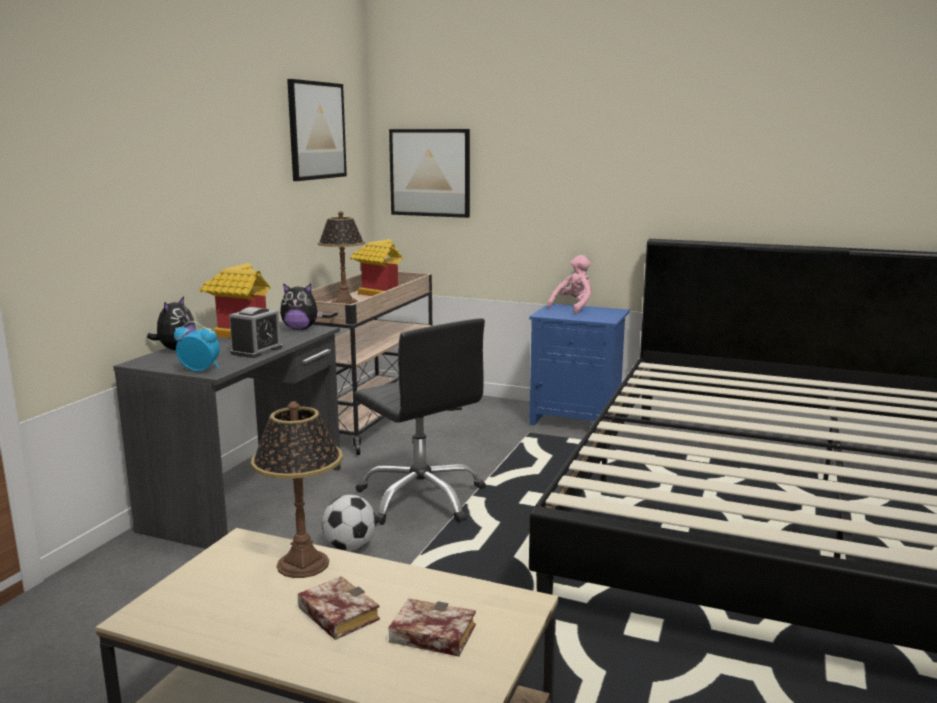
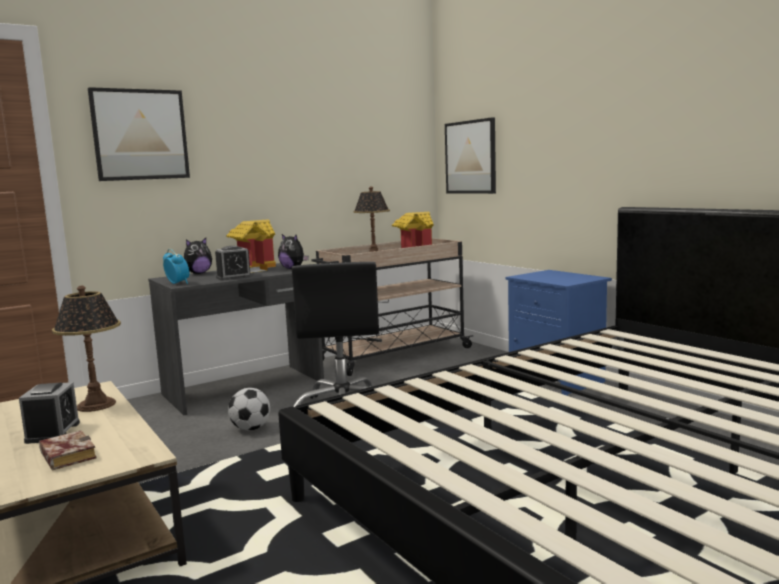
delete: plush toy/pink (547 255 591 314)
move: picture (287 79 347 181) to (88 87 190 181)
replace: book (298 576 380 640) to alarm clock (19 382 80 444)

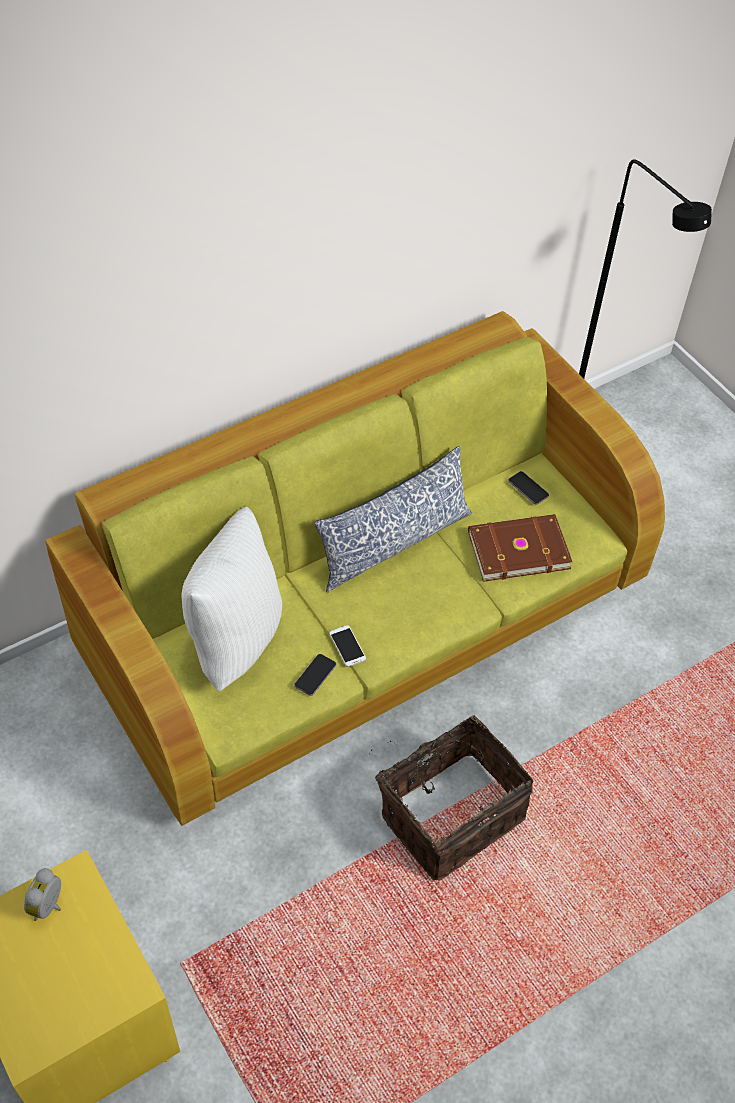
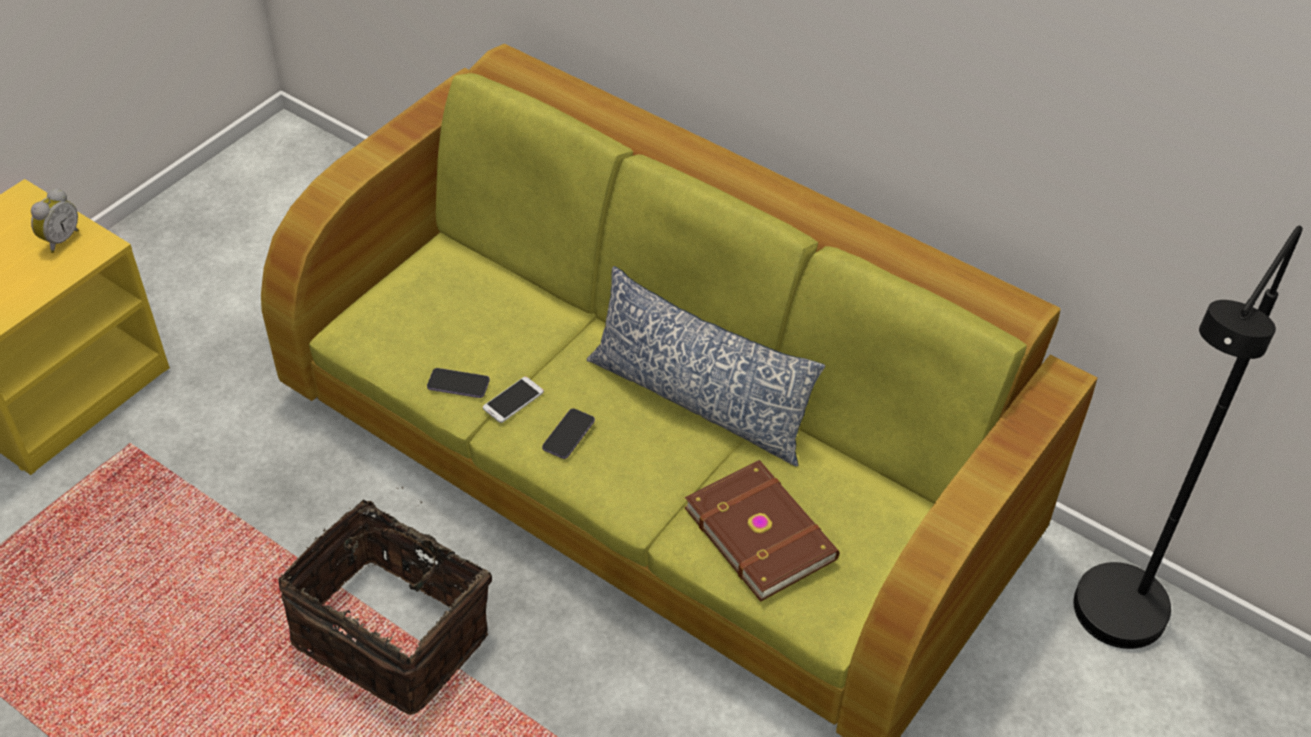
delete: pillow/white (181 506 282 691)
move: phone (508 471 549 504) to (542 408 595 459)
rotate: alarm clock (24 868 61 921) = (31 188 79 253) 120 degrees clockwise

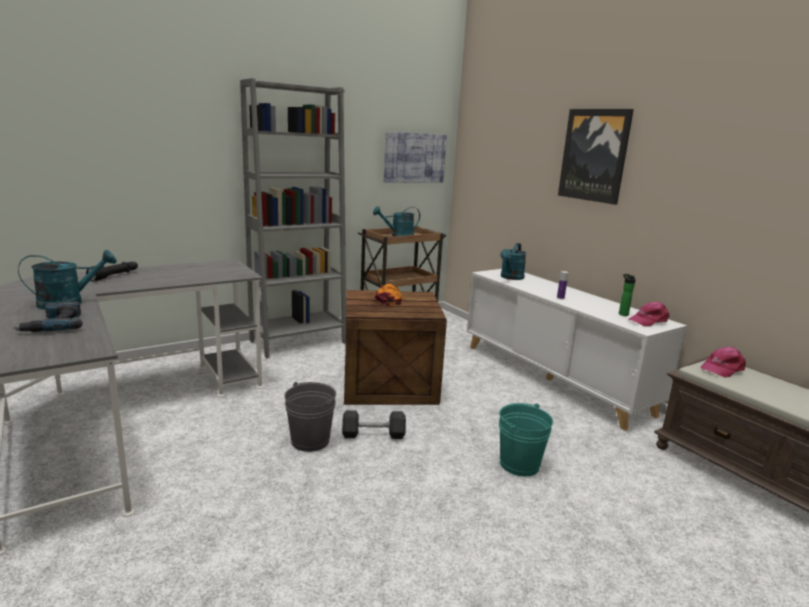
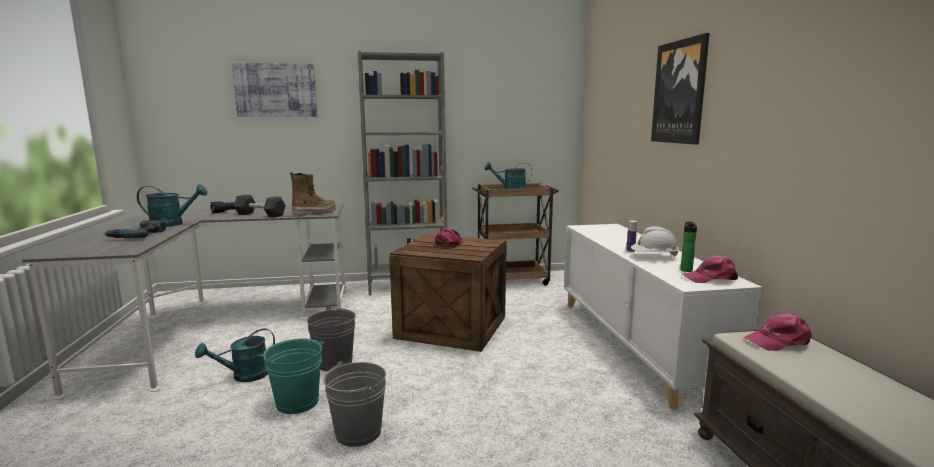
insert: boot (290 172 336 216); bucket/grey (323 361 386 447); hard hat/white (631 226 679 257)
move: dumbbell/black (342 410 406 439) to (234 195 286 217); picture (384 131 447 183) to (232 63 317 117); bucket/turquoise (499 403 553 477) to (259 338 324 414); watering can/turquoise (500 243 527 280) to (195 328 275 382)
recolor: cap/orange (374 284 403 306) to cap/pink (435 228 464 248)

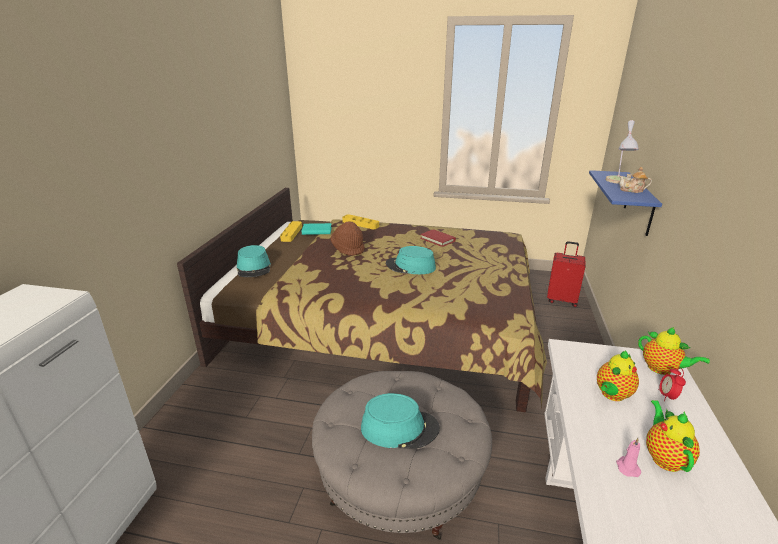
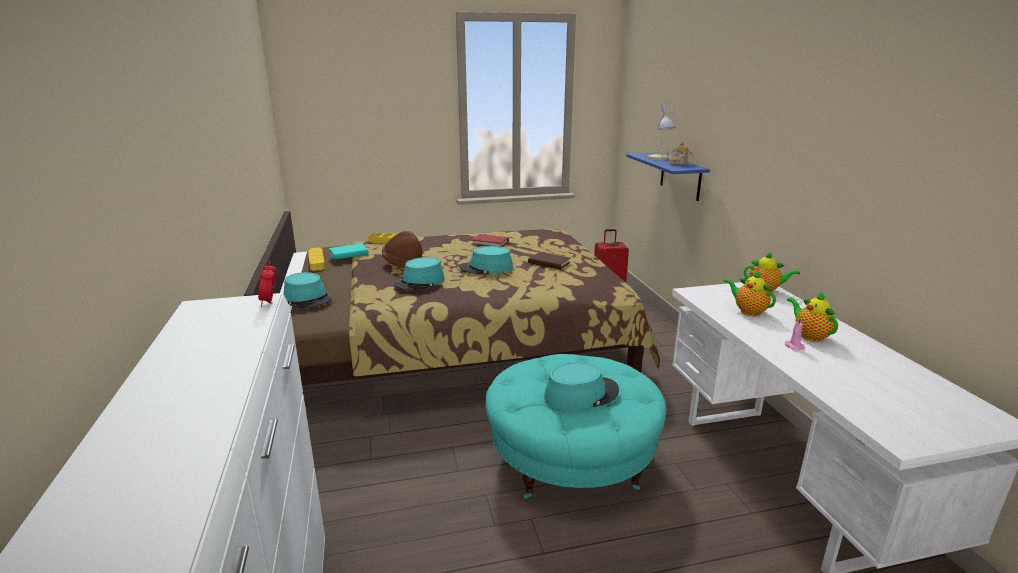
insert: hat/turquoise (394 257 445 290); book/brown (528 252 570 269)
move: alarm clock (658 367 686 402) to (258 260 277 307)
recolor: ottoman/grey (312 371 492 540) to ottoman/turquoise (485 354 666 499)
rotate: teapot (597 351 639 401) = (723 271 776 316) 120 degrees clockwise

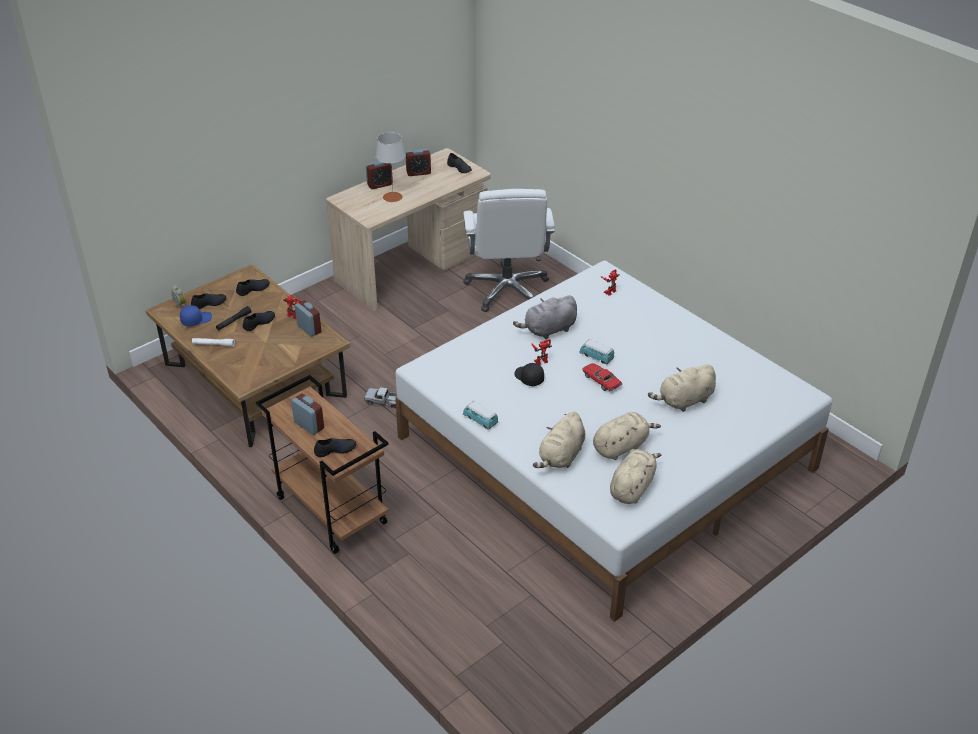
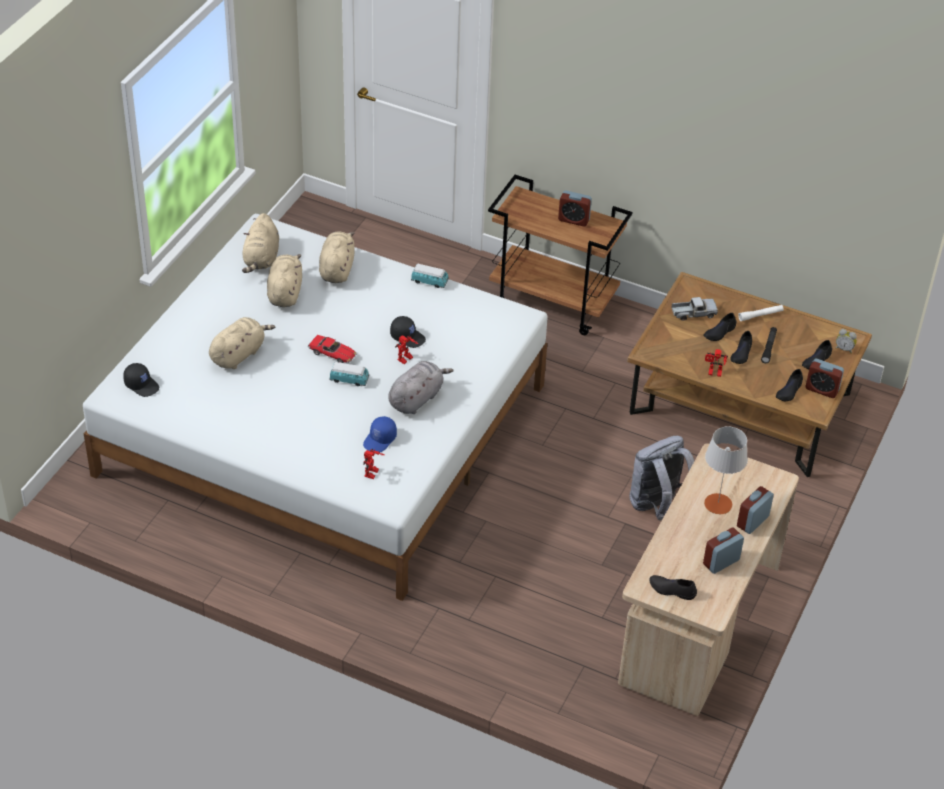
delete: office chair/white (463 189 555 312)
insert: cap/black (123 363 159 397); backpack/grey (630 436 694 521)
move: cap/blue (180 305 212 326) to (363 416 397 452); alarm clock (295 300 321 337) to (805 359 844 398); shoe/black (314 438 356 457) to (703 313 736 341); toy truck (364 387 397 408) to (671 297 718 321)
rotate: plush toy/beige (593 412 661 460) = (267 254 302 307) 150 degrees clockwise

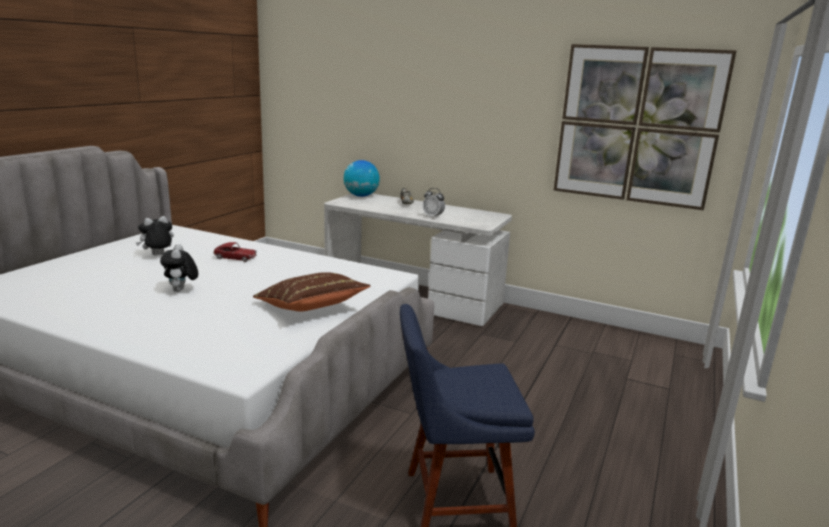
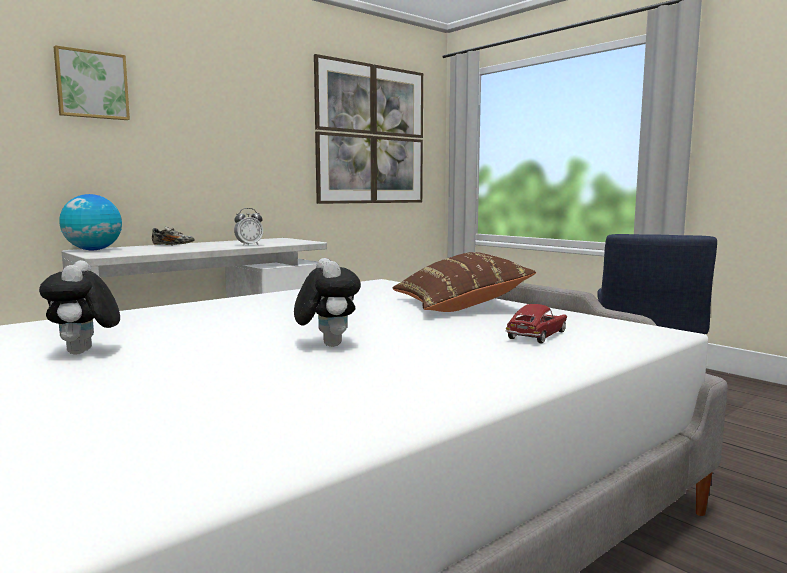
insert: picture (54 45 130 120)
move: toy car (213 242 257 262) to (505 304 567 344)
rotate: plush toy (160 244 198 292) = (294 258 361 347) 120 degrees counterclockwise

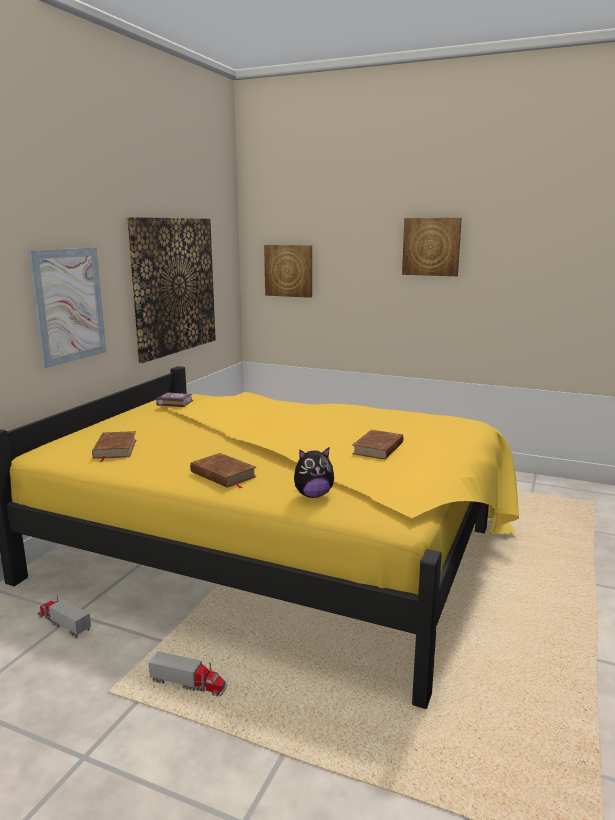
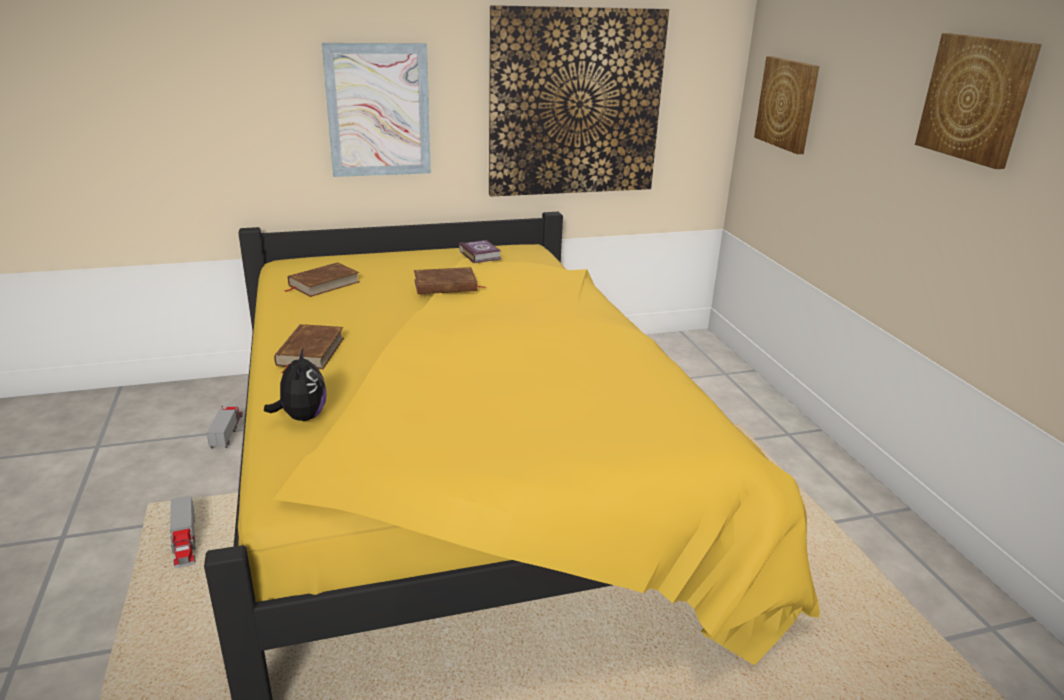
move: book/brown (352 430 403 460) to (414 267 486 294)
rotate: plush toy (294 447 334 498) = (264 349 327 421) 135 degrees counterclockwise

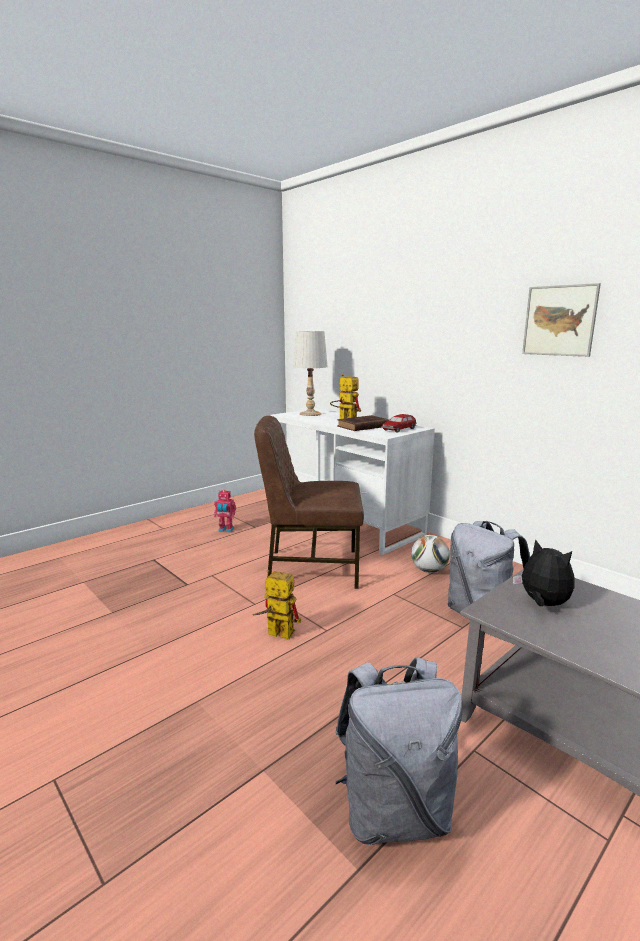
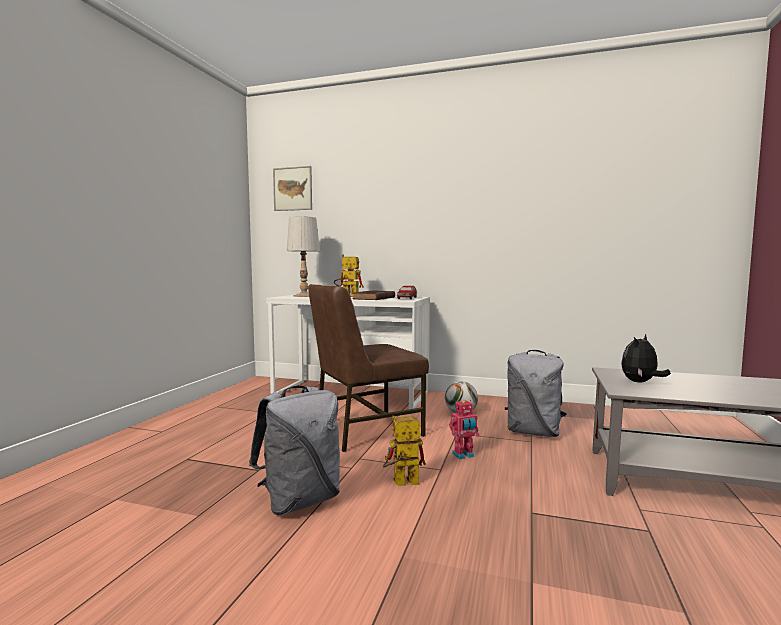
move: toy robot (214 490 236 533) to (449 400 480 459); backpack/grey (335 657 462 845) to (249 385 340 515); picture (522 283 601 357) to (273 166 312 211)
rotate: plush toy (513 539 575 606) = (621 334 671 382) 60 degrees counterclockwise

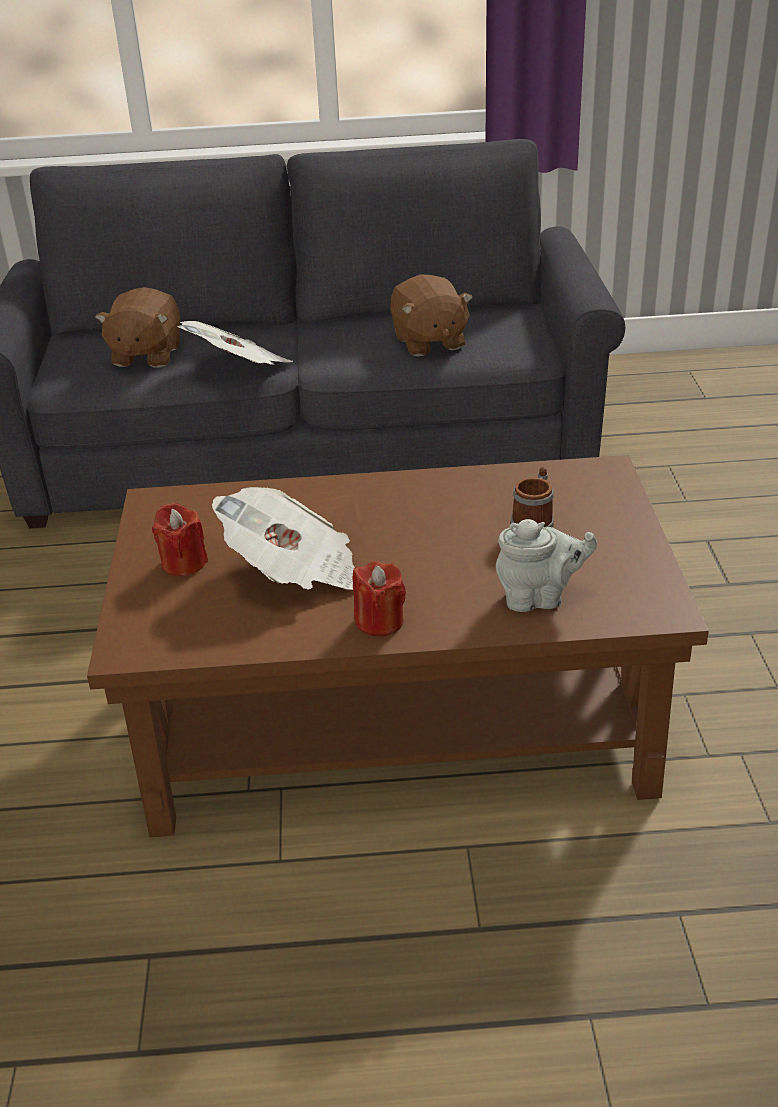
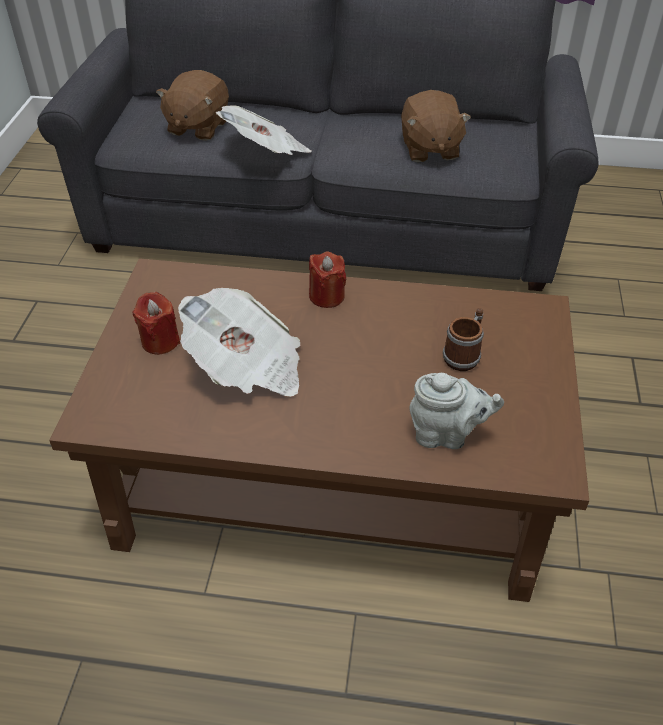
move: candle/red (353 561 406 637) to (309 251 346 308)

